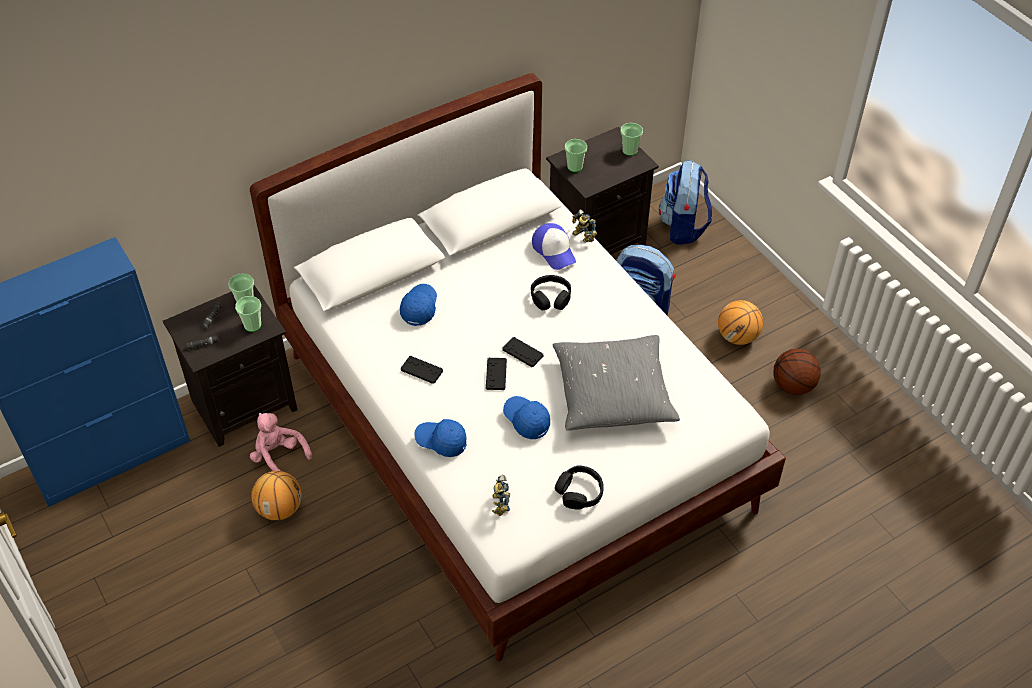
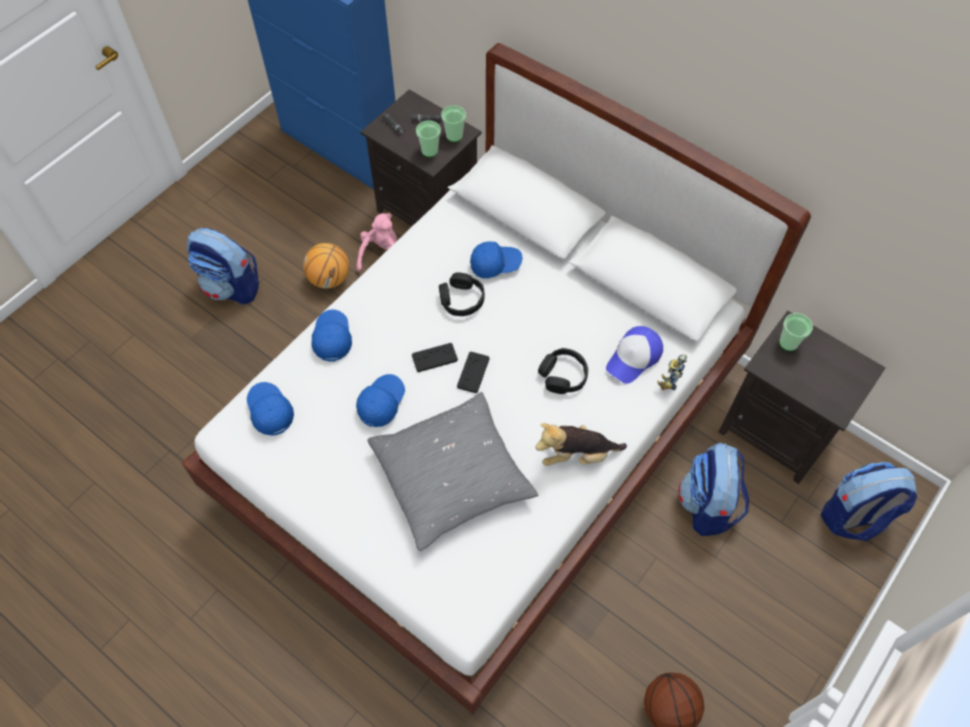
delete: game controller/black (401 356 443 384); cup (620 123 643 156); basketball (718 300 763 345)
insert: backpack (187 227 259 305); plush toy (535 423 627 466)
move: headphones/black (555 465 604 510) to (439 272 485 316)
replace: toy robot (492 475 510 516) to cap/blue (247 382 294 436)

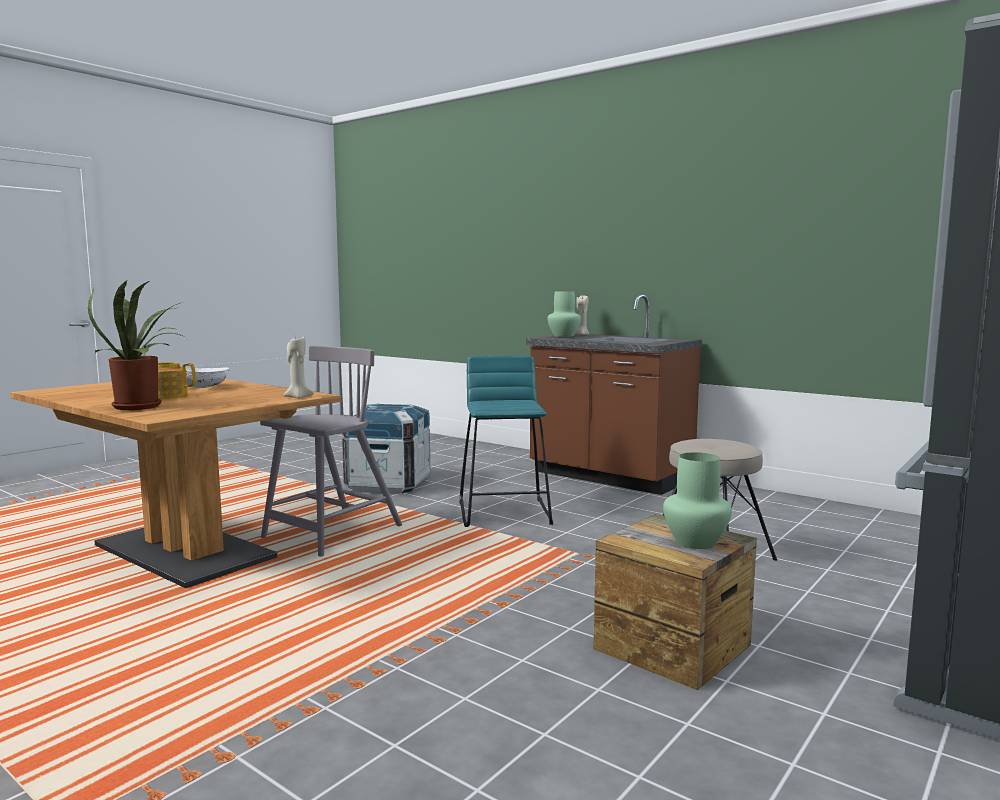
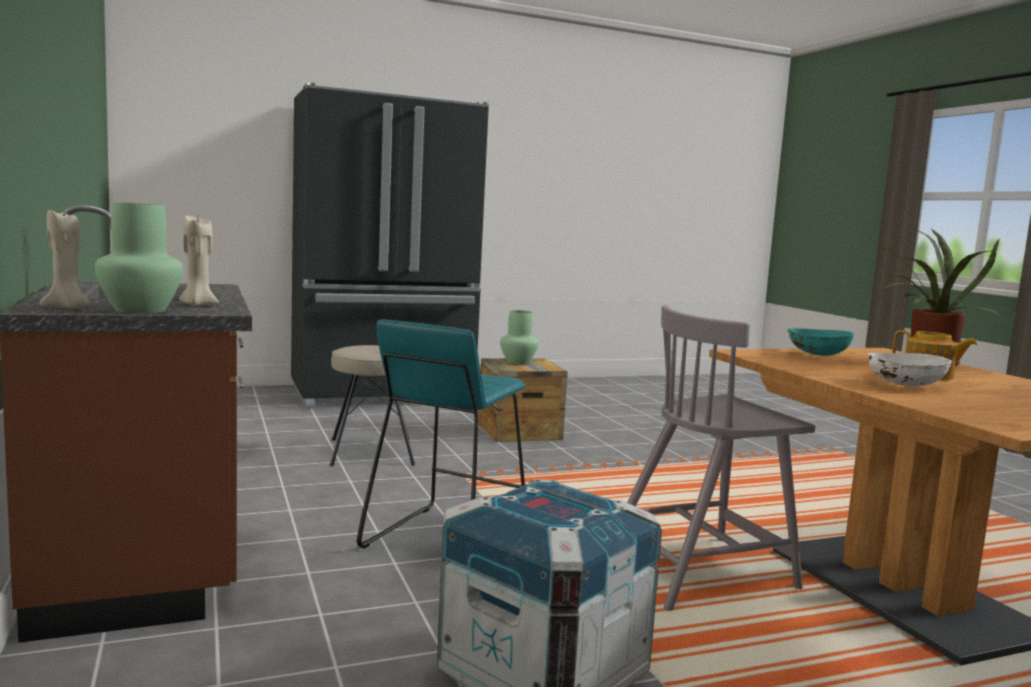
insert: bowl/turquoise (788 328 854 356)
move: candle/beige (283 337 314 399) to (179 216 219 306)

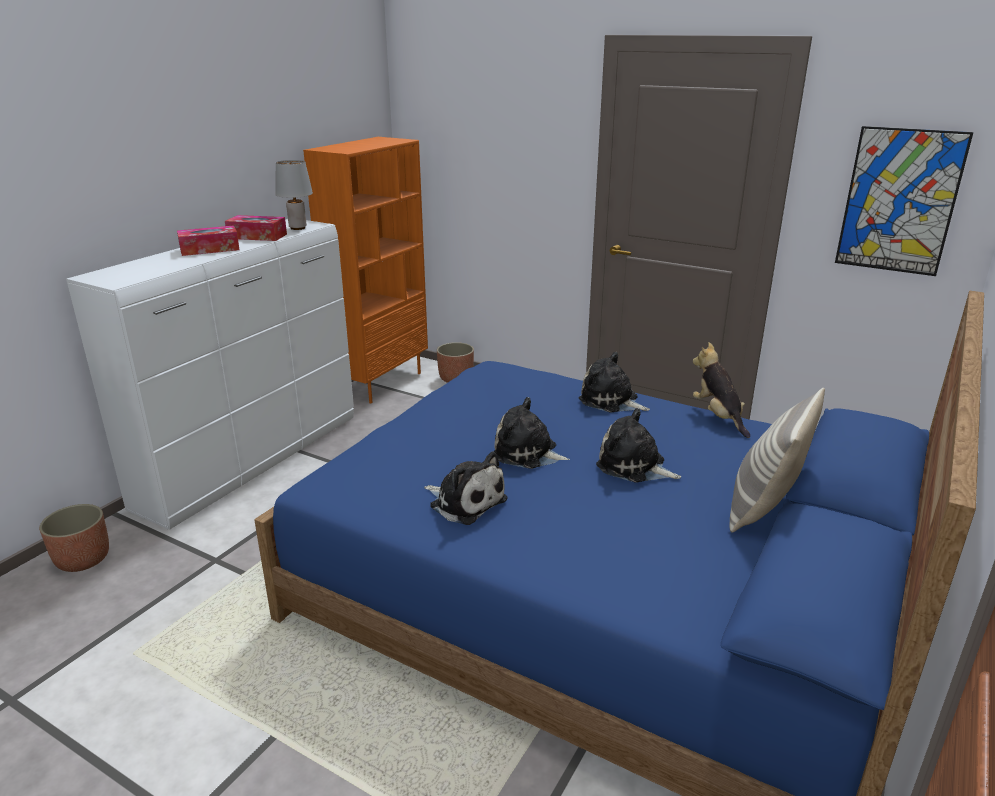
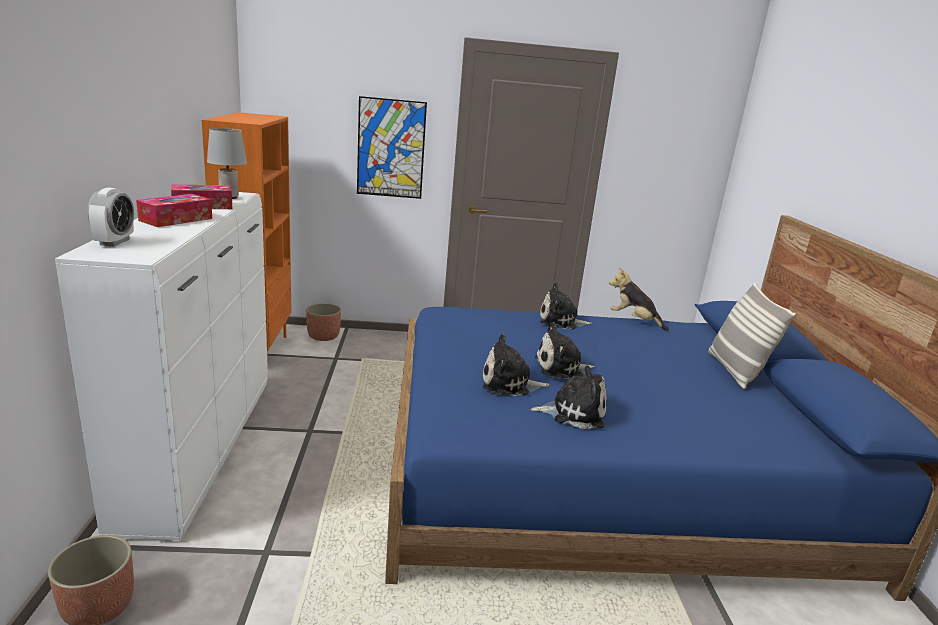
insert: alarm clock (87 188 134 247)
move: plush toy (596 408 681 483) to (483 334 550 396); picture (835 126 974 276) to (357 96 427 199)

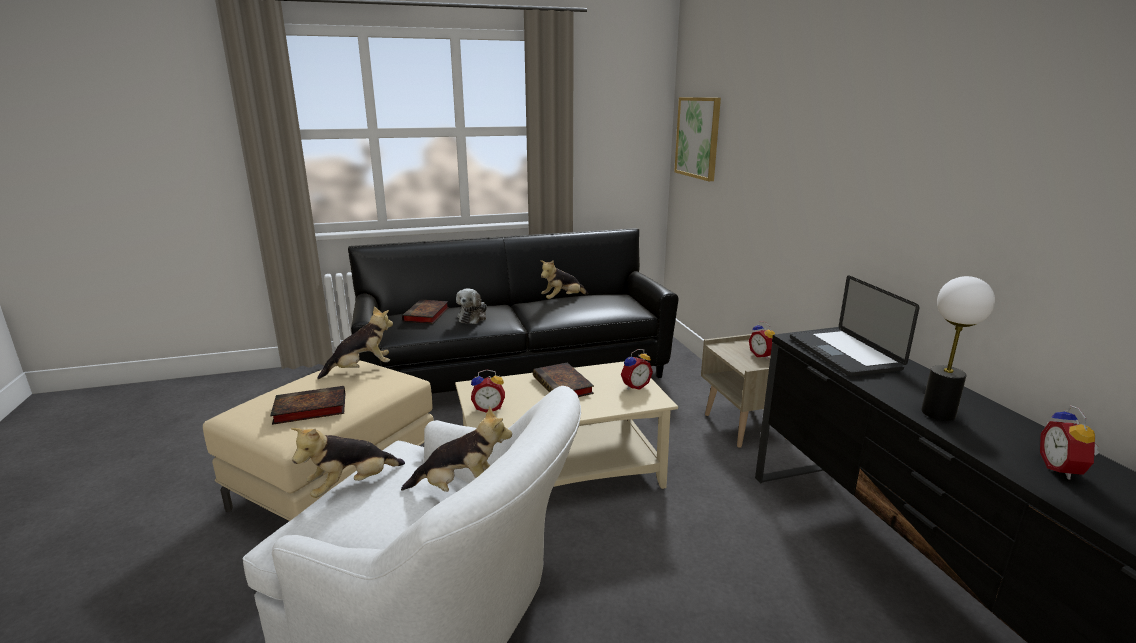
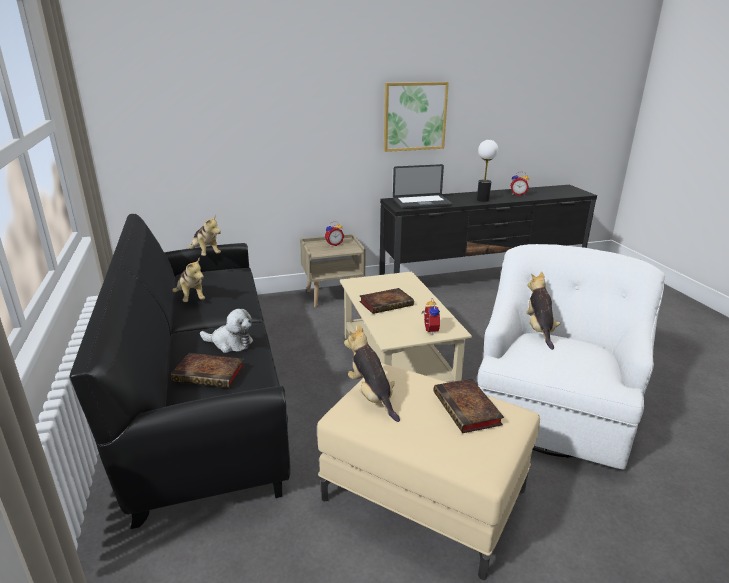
delete: alarm clock (621 349 653 390)
move: plush toy (291 428 405 498) to (189 214 221 256); picture (674 97 721 181) to (384 82 449 152)

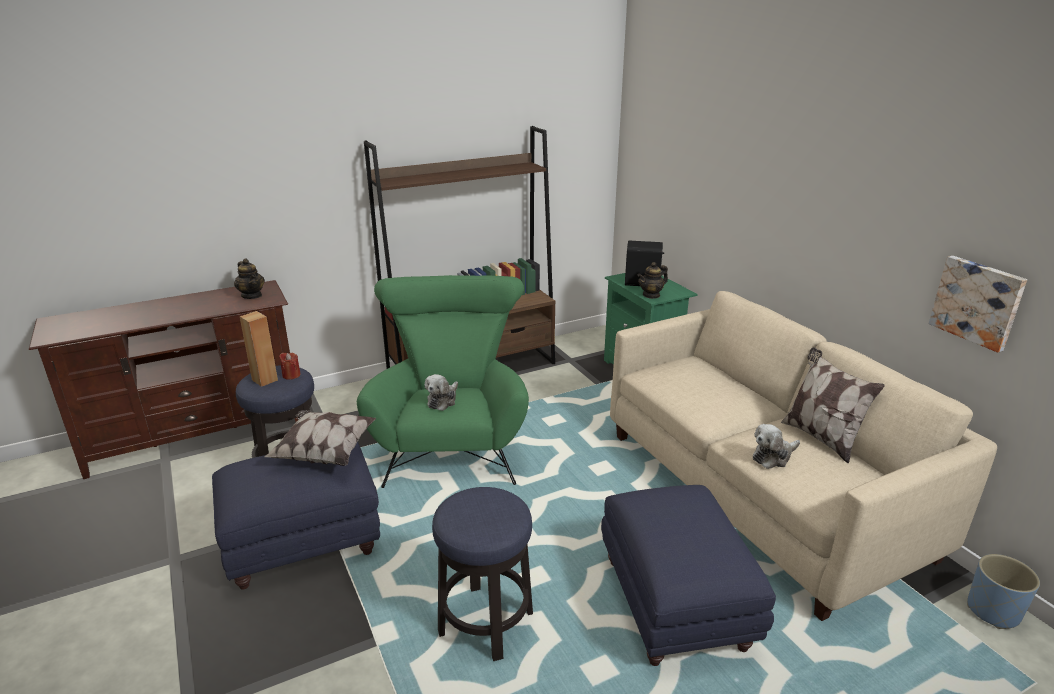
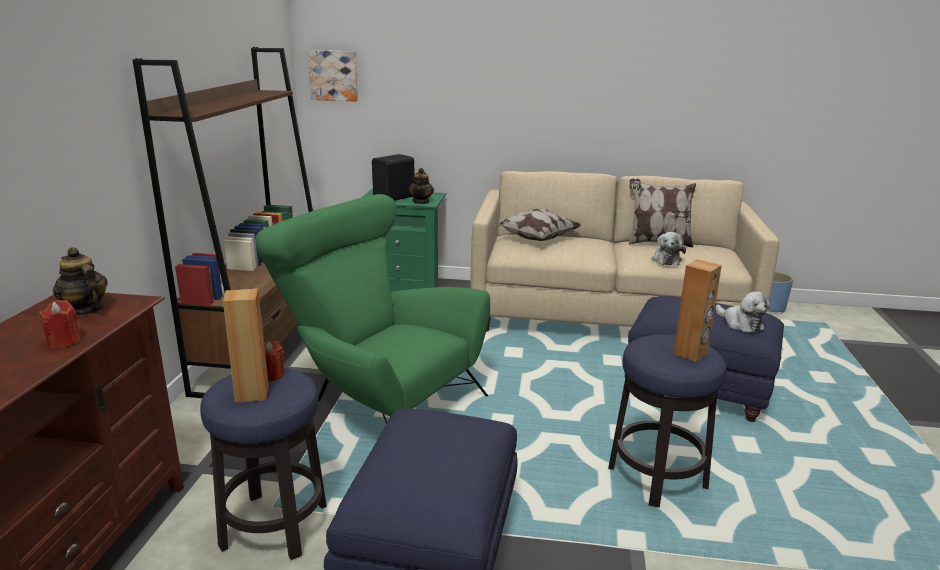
insert: candle/red (39 300 81 349); speaker/brown (673 259 722 362)
move: pillow (264 410 376 466) to (494 209 581 241); plush toy (425 374 458 411) to (715 292 770 333); picture (929 256 1027 352) to (308 50 358 101)
rotate: teapot (234 259 265 299) = (53 247 108 316) 135 degrees counterclockwise

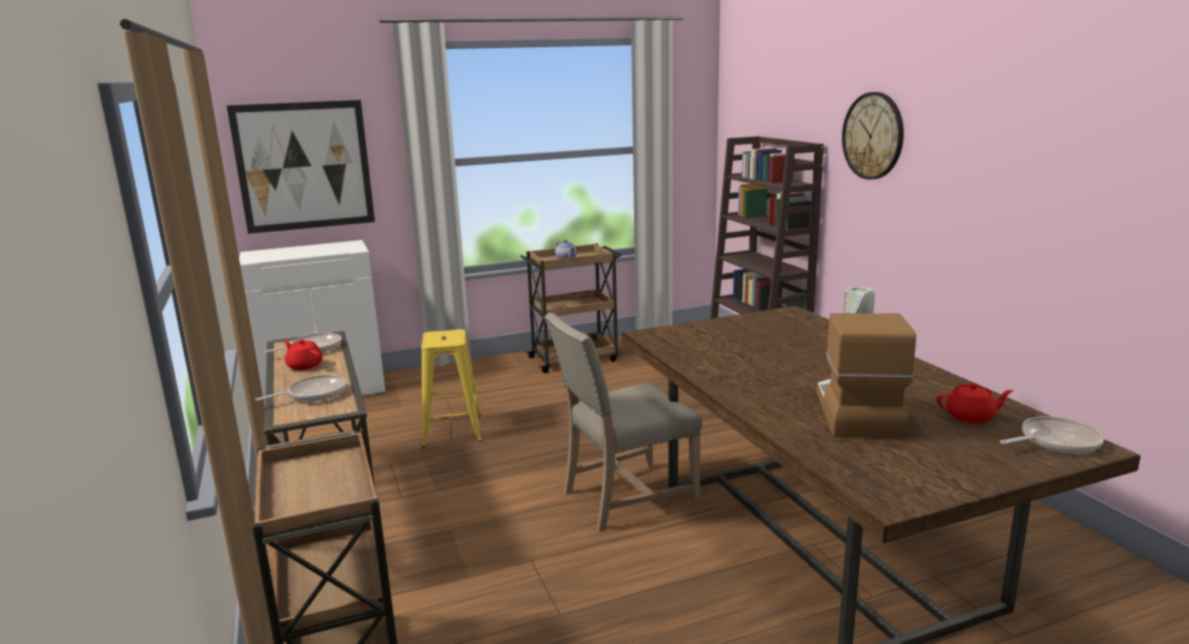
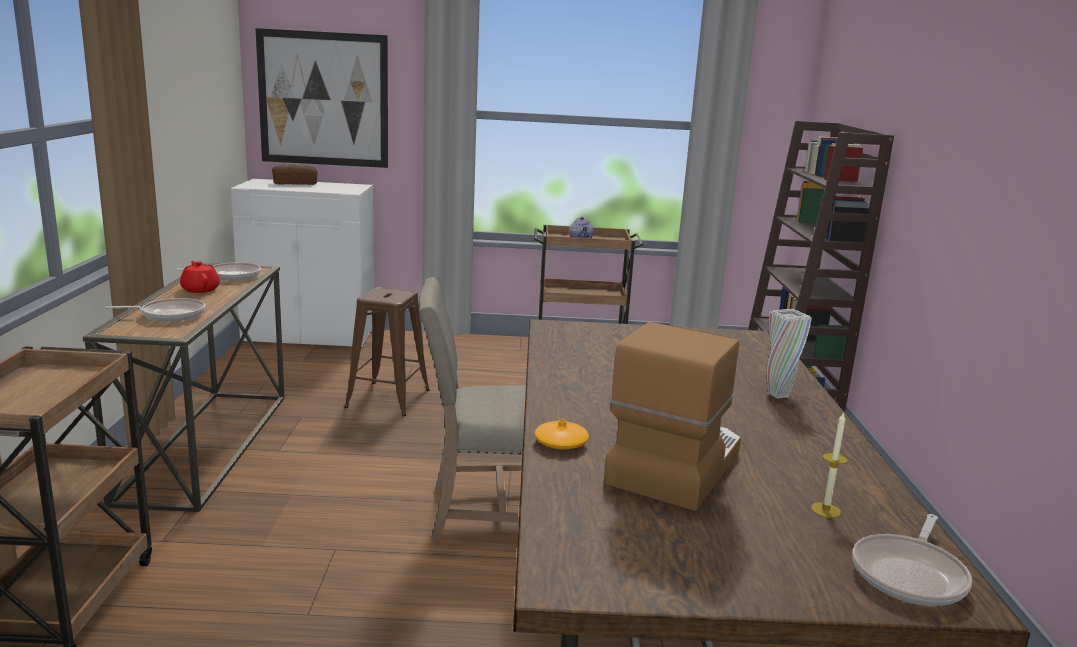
delete: wall clock (842 92 904 180)
insert: bread (272 164 318 185); vase/orange (535 419 589 450)
replace: teapot/red (937 383 1014 424) to candle (811 411 848 518)
recolor: stool/yellow (421 329 482 447) to stool/brown (344 287 430 416)
rotate: frying pan (1000 416 1104 454) = (852 514 972 606) 120 degrees clockwise

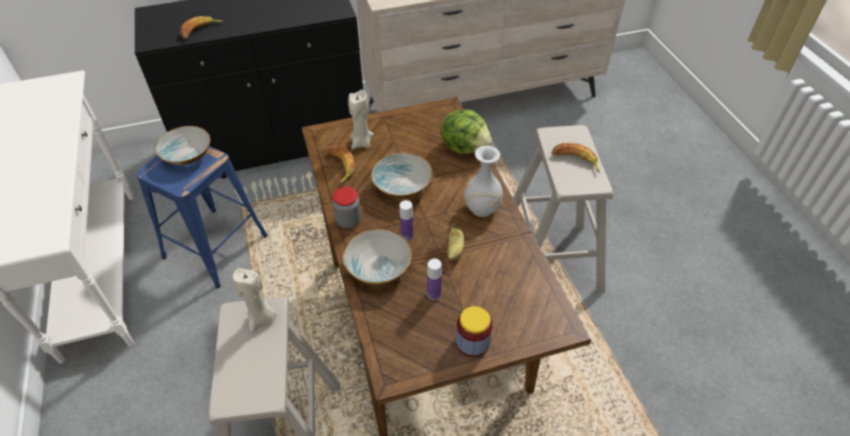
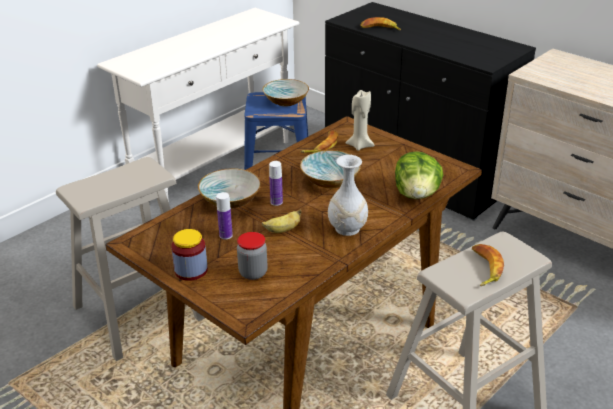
delete: candle/beige (233 268 277 333)
move: jar (333 187 361 228) to (237 232 268 280)

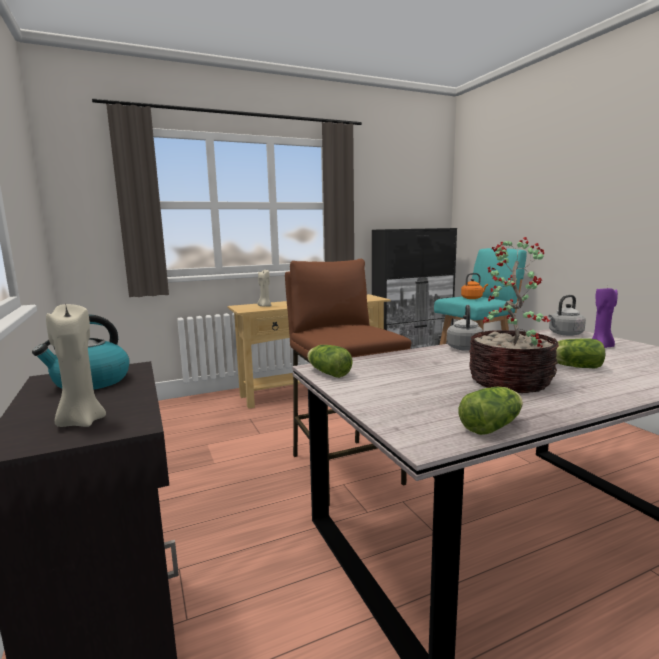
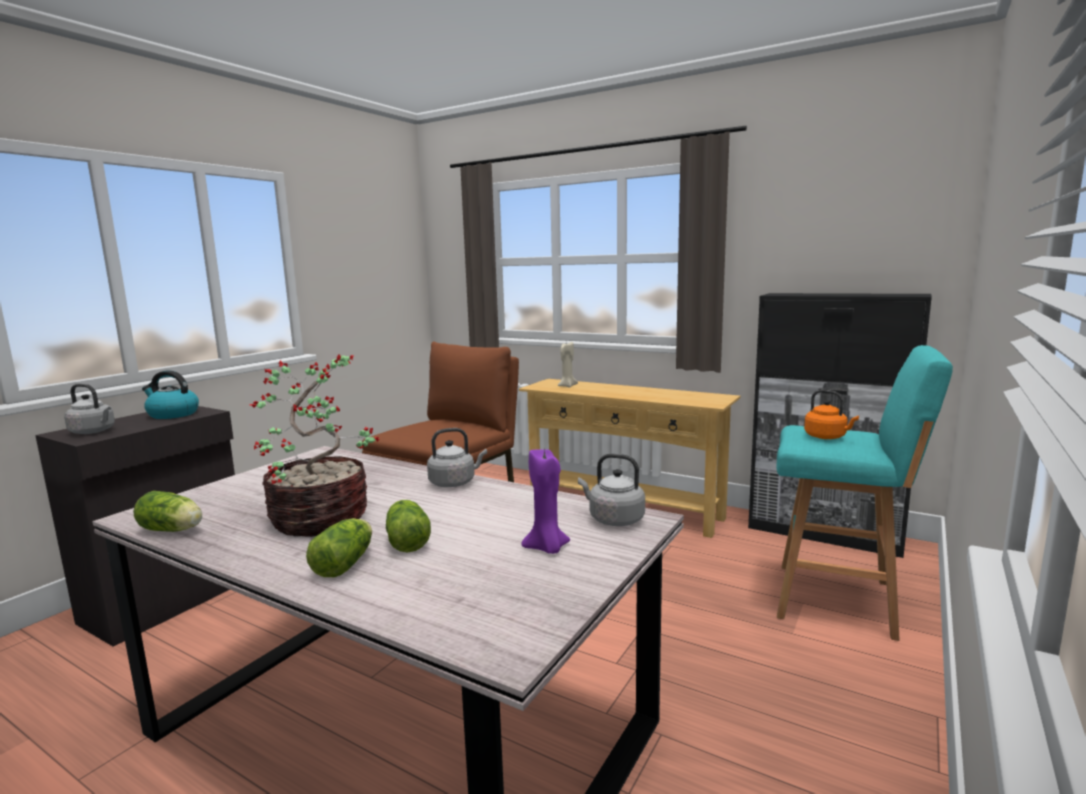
move: lettuce (307 345 353 378) to (306 518 372 577)
replace: candle/beige (46 302 106 427) to kettle/grey (64 384 115 434)

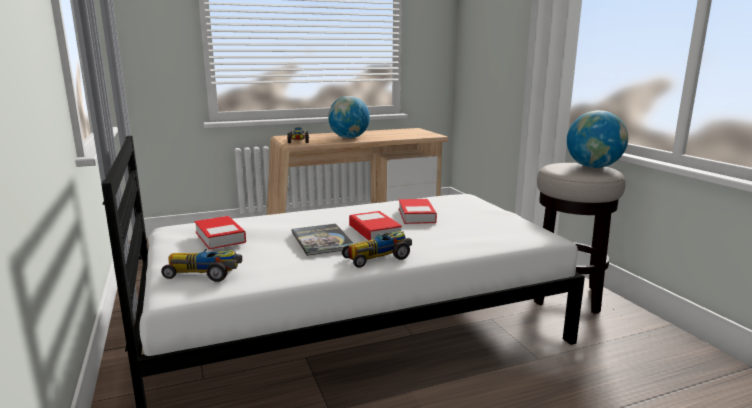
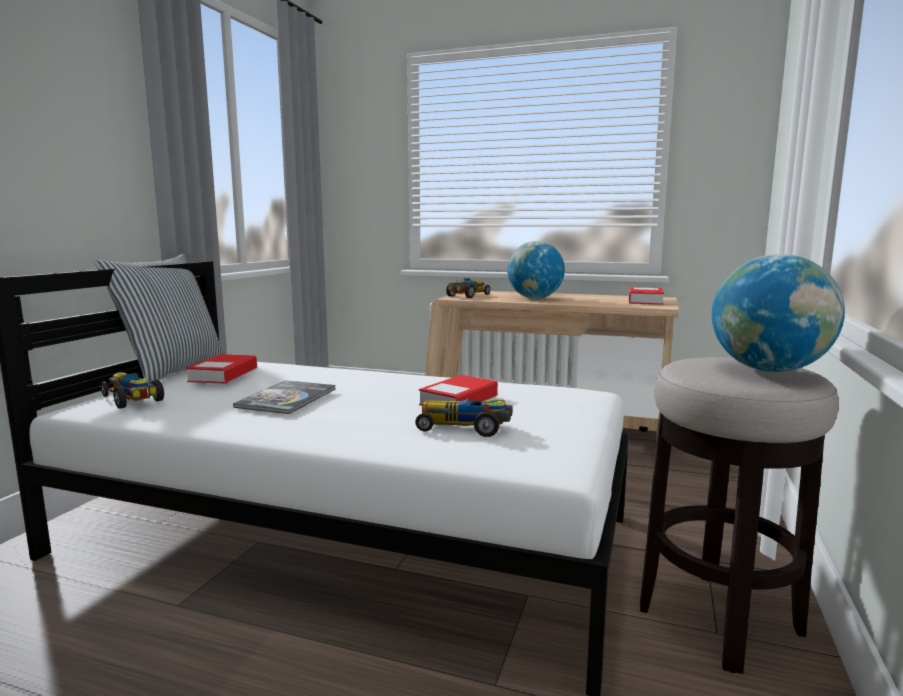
insert: pillow (95 254 226 385)
move: toy car (342 231 412 268) to (415 396 513 437); book (349 211 402 240) to (629 287 664 305)

